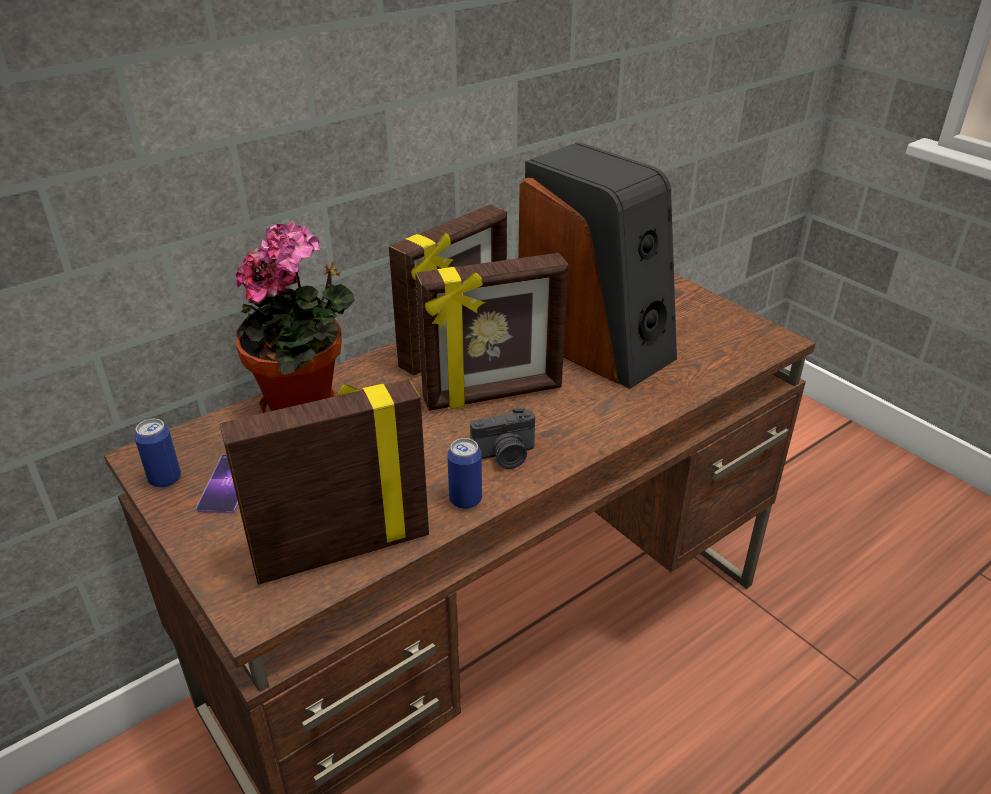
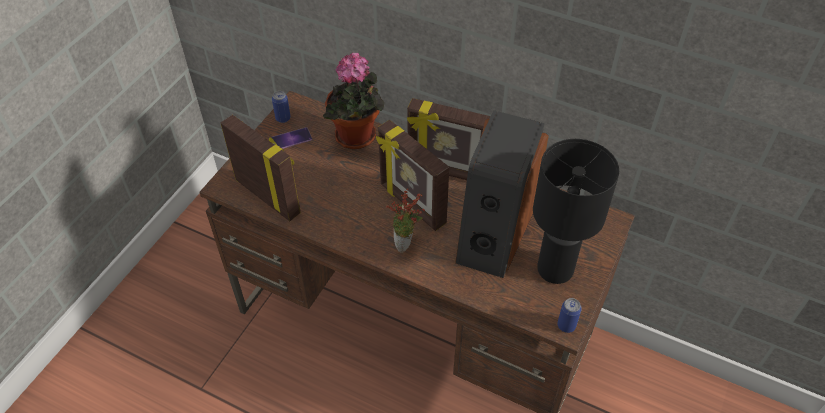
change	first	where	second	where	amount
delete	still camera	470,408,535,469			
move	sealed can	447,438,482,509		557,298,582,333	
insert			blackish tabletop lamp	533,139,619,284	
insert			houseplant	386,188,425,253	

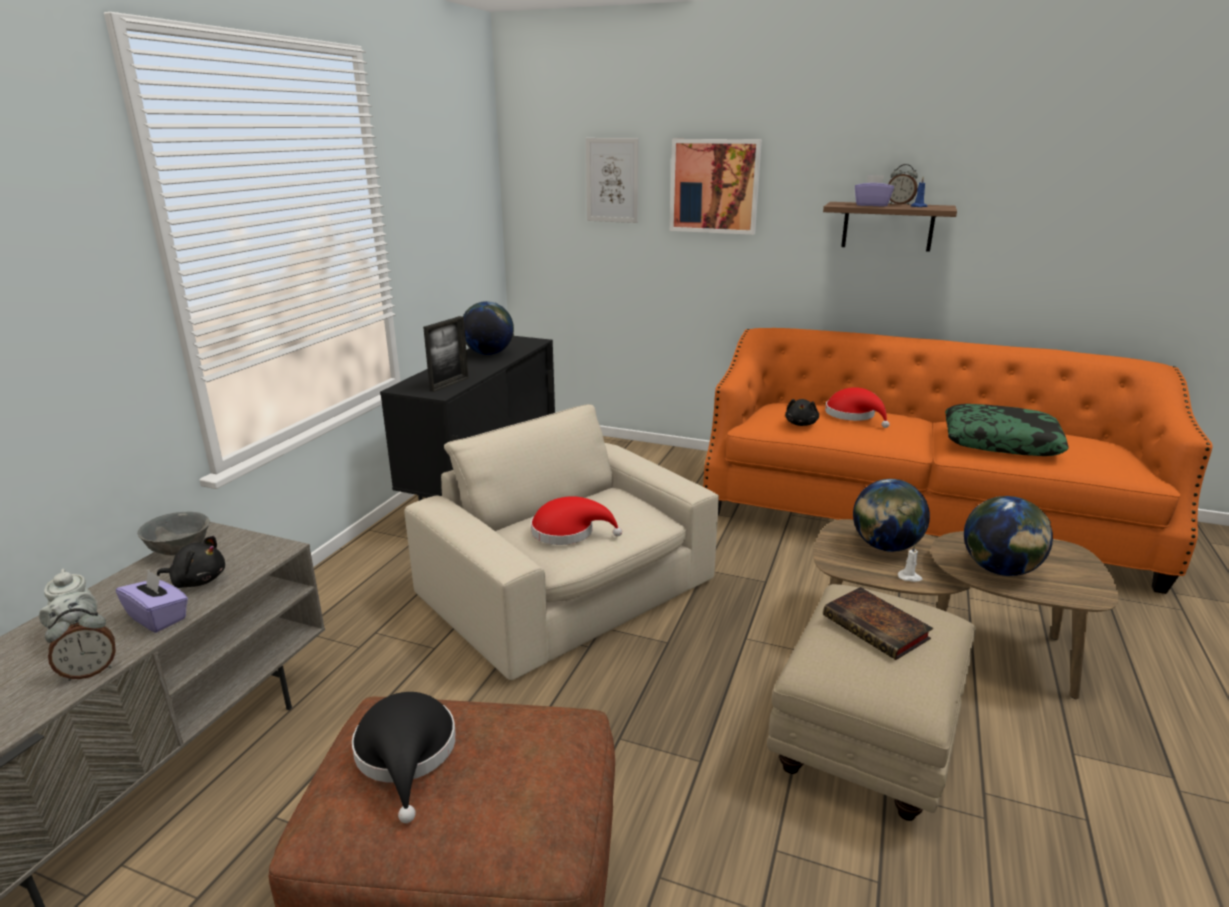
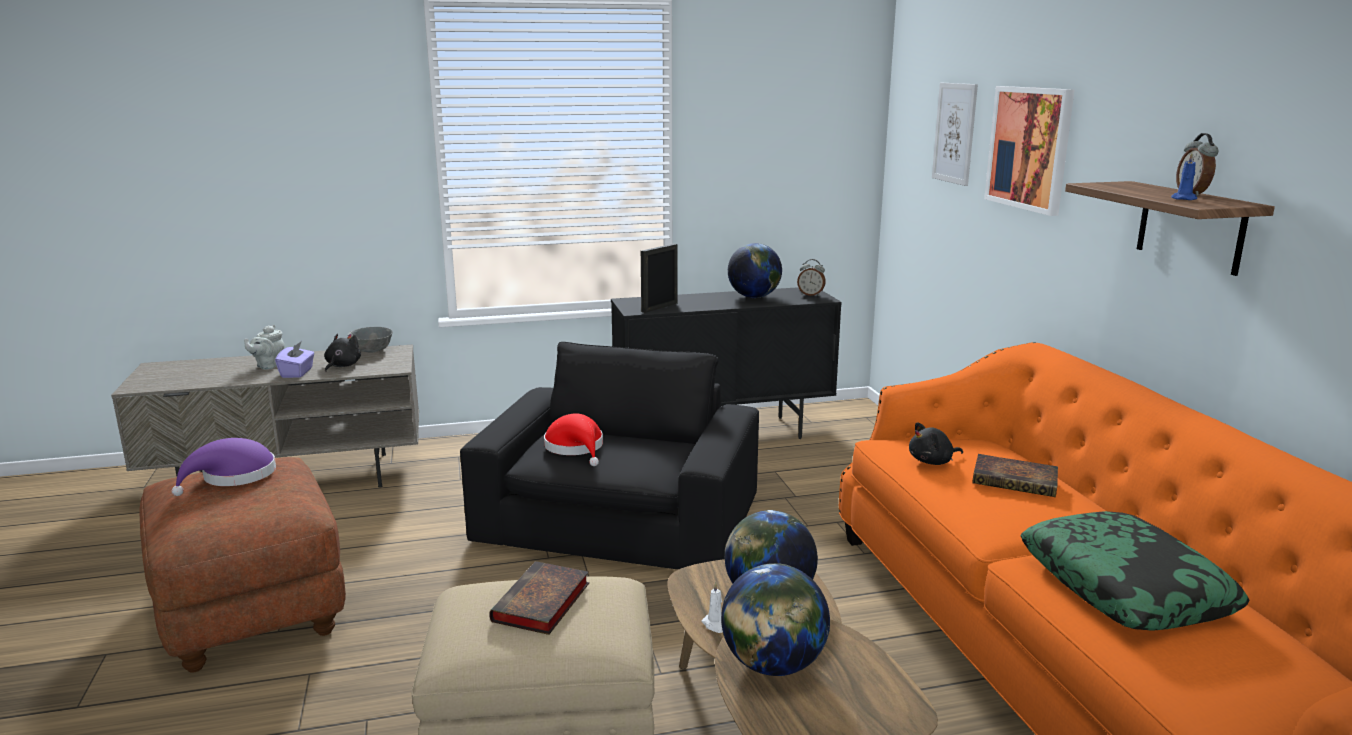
change	first	where	second	where	amount
delete	purple box of tissues	855,175,894,207			
rotate	standing frame	423,316,469,392		641,244,678,313	135 degrees clockwise
replace	reddish hat	825,387,890,428	volume	972,454,1058,497	
recolor	sand-coloured easy chair	404,404,719,680	blackish easy chair	460,342,759,569	
rotate	blackish cuddly toy	157,536,225,588		324,333,361,372	135 degrees counterclockwise
move	alarm clock	45,608,116,681		797,259,826,296	
recolor	blackish hat	352,692,456,823	purple hat	172,438,276,496	

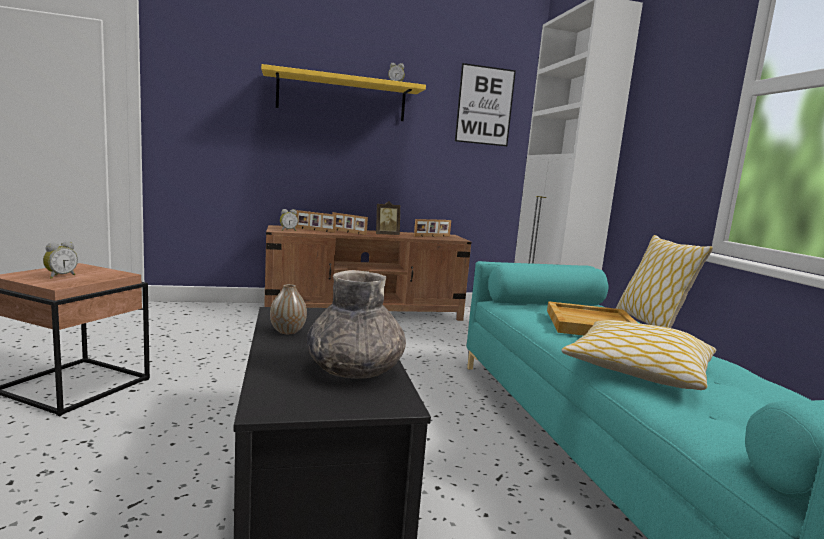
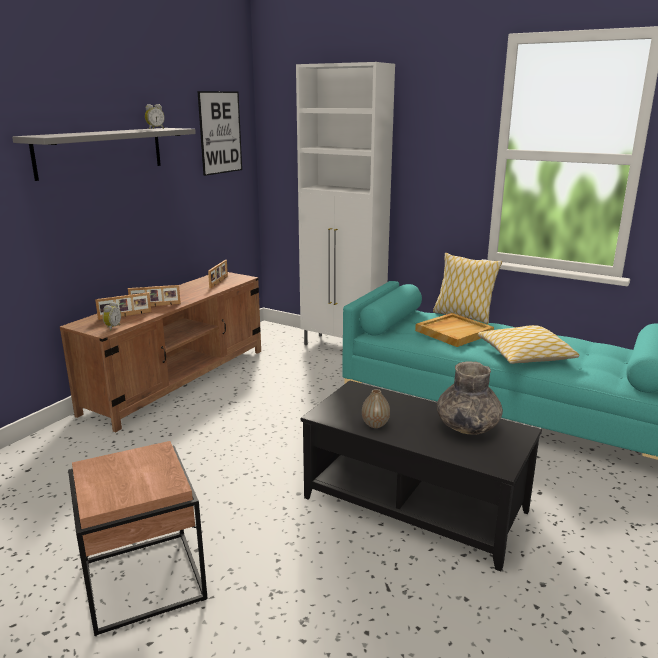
change	first	where	second	where	amount
recolor	yellow shelf	261,64,426,121	grey shelf	12,128,196,181	
delete	standing frame	376,201,401,235			
delete	alarm clock	43,241,78,279			

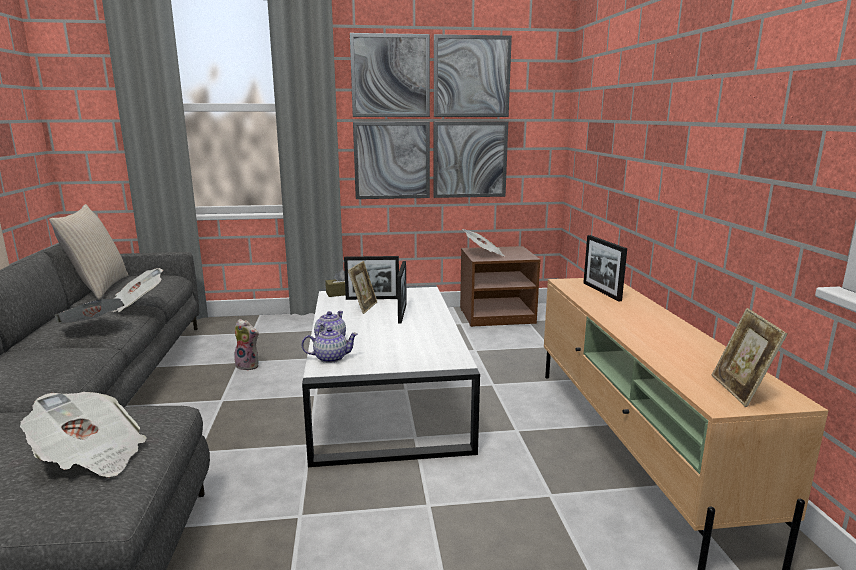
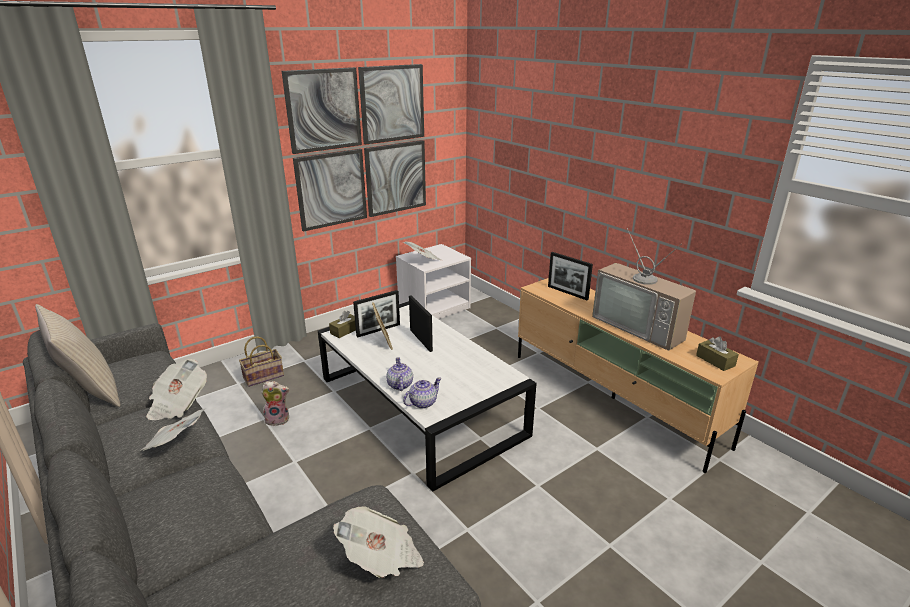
change	first	where	second	where	amount
recolor	brown-coloured night table	460,246,541,327	whitish night table	396,244,471,319	
replace	standing frame	712,308,787,407	brown-coloured box of tissues	696,336,739,371	
insert			TV set	592,228,696,351	
insert			storage basket	239,336,284,387	

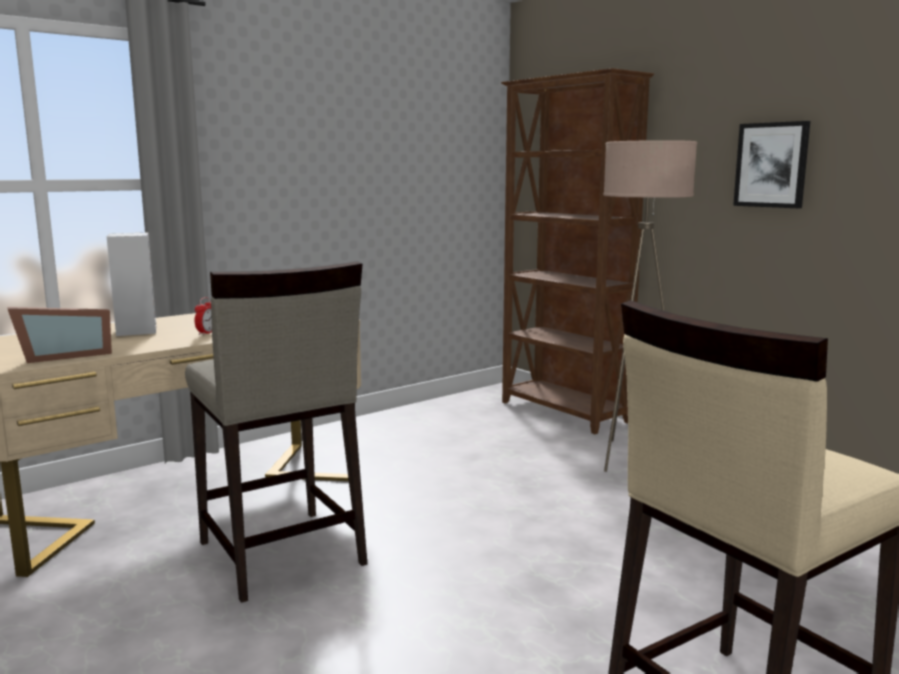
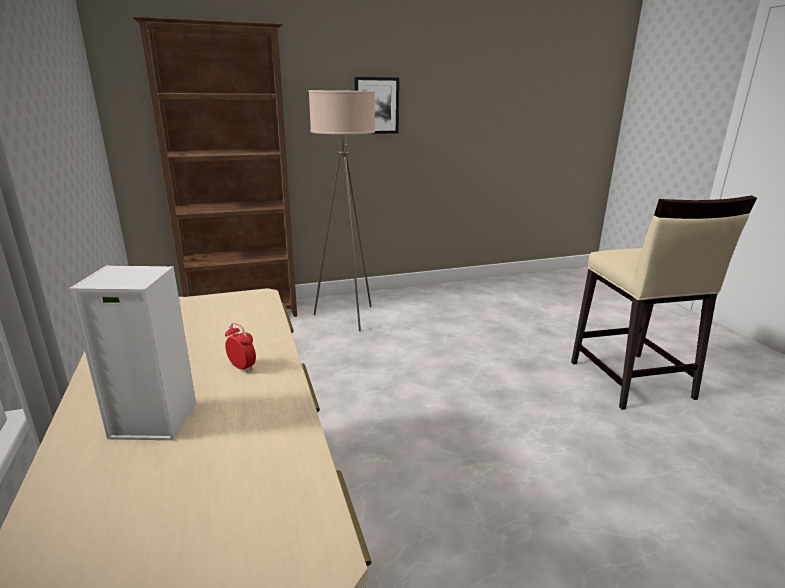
change	first	where	second	where	amount
delete	sand-coloured sitting stool	185,261,367,603			
delete	standing frame	7,307,112,363			

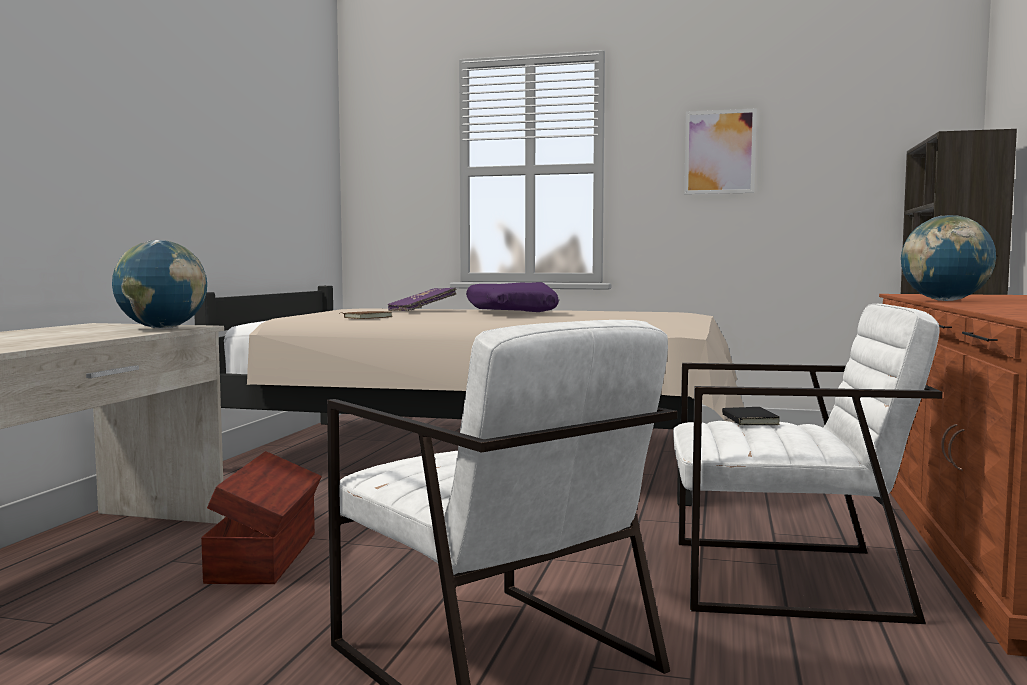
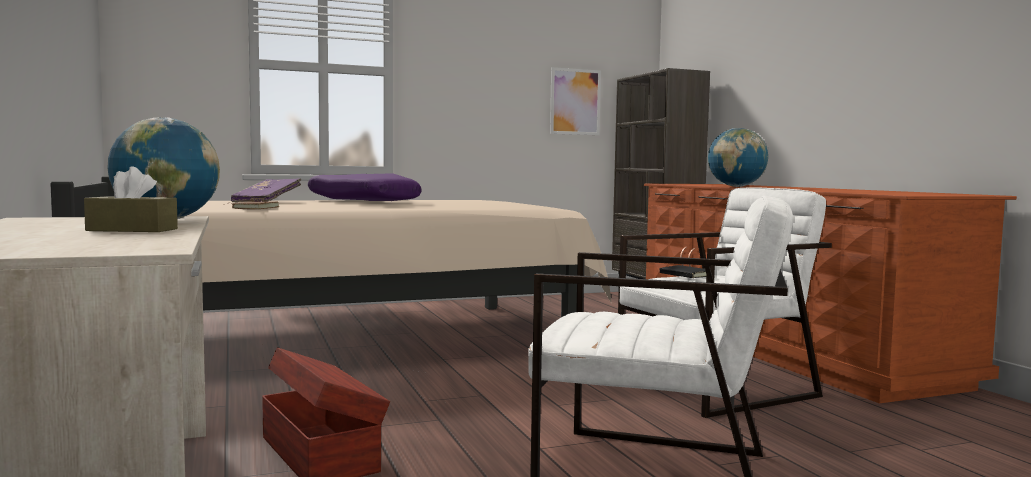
change	first	where	second	where	amount
move	wall art	684,108,757,194		550,67,601,135	
insert			brown-coloured box of tissues	84,166,178,232	

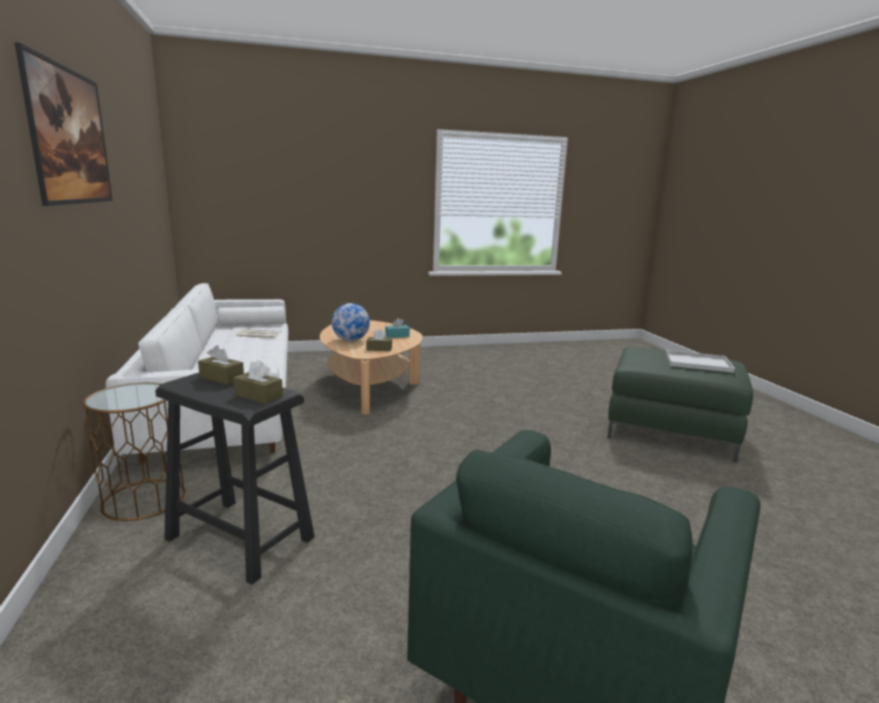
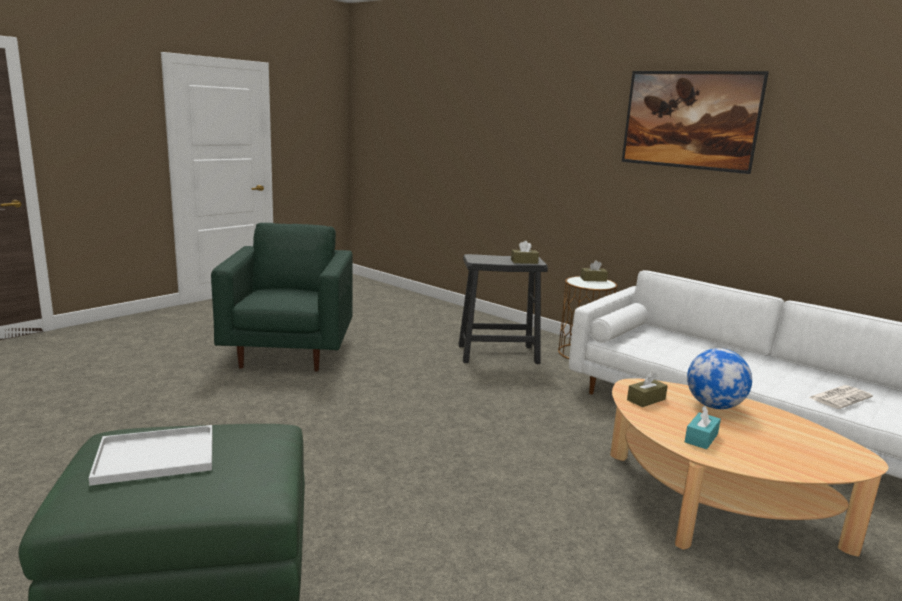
change	first	where	second	where	amount
move	brown-coloured box of tissues	233,360,283,404		580,260,608,282	

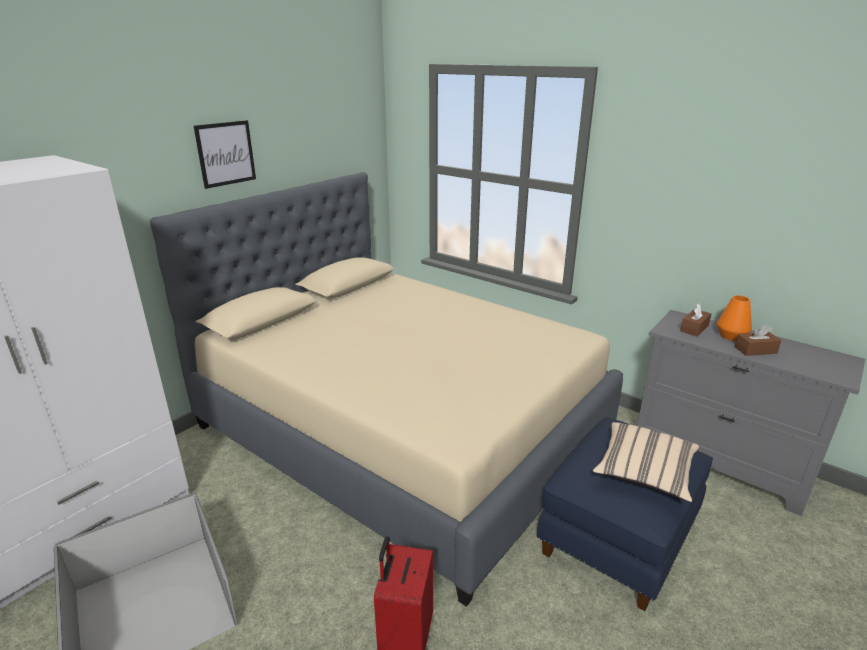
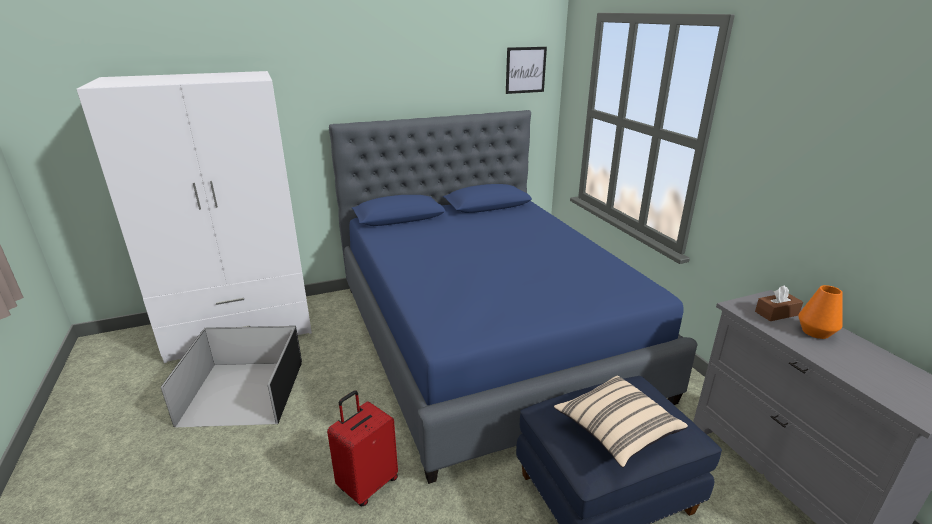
change	first	where	second	where	amount
move	wall art	194,120,256,189		506,47,547,94	
recolor	sand-coloured bedroom bed	150,172,623,607	blue-coloured bedroom bed	329,110,698,484	
delete	brown-coloured box of tissues	735,324,781,356			

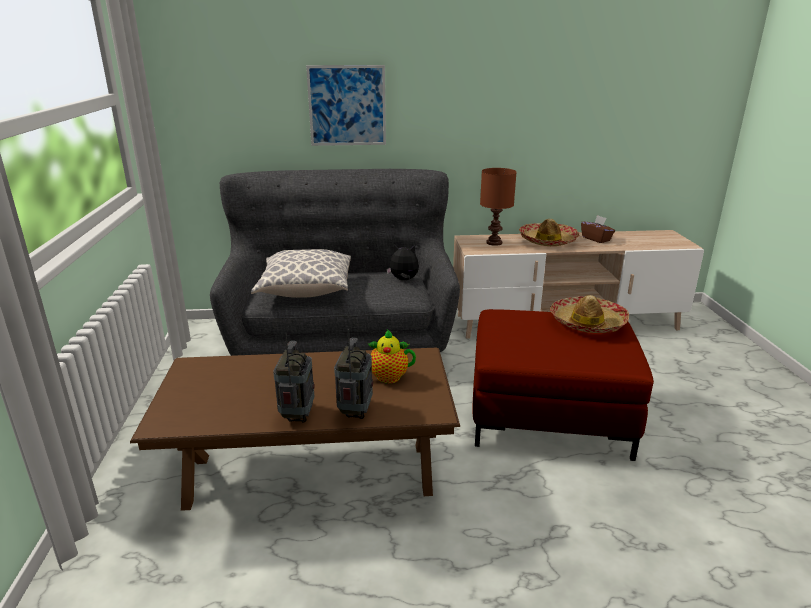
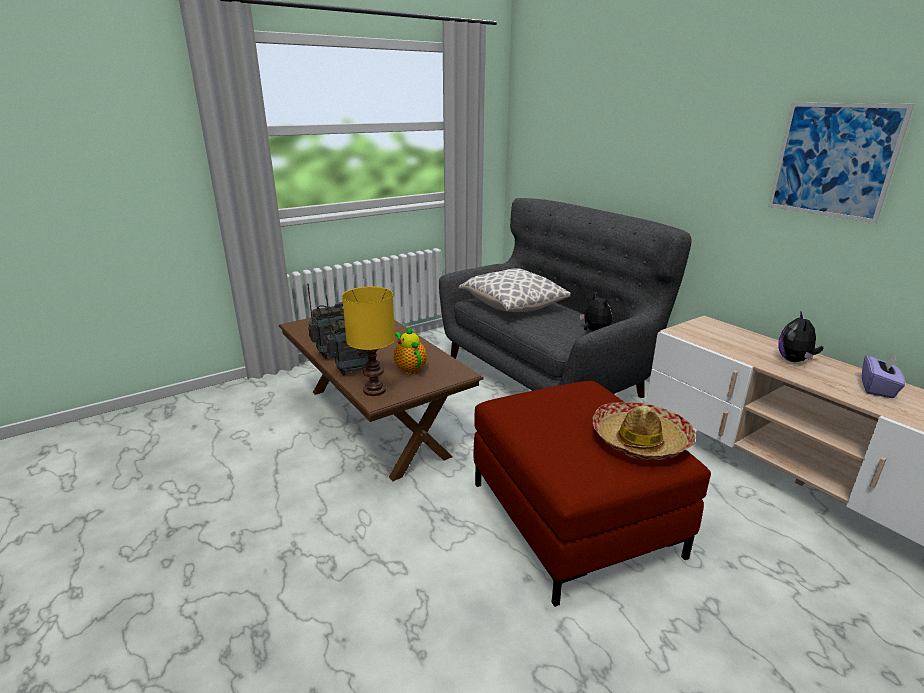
change	first	where	second	where	amount
move	wall art	306,65,386,146		768,103,914,223	
delete	brown-coloured tabletop lamp	480,168,517,246			
recolor	brown-coloured box of tissues	581,215,615,243	purple box of tissues	862,354,905,398	
replace	hat	519,219,579,246	cuddly toy	778,312,823,362	
insert			yellow tabletop lamp	342,287,395,396	

